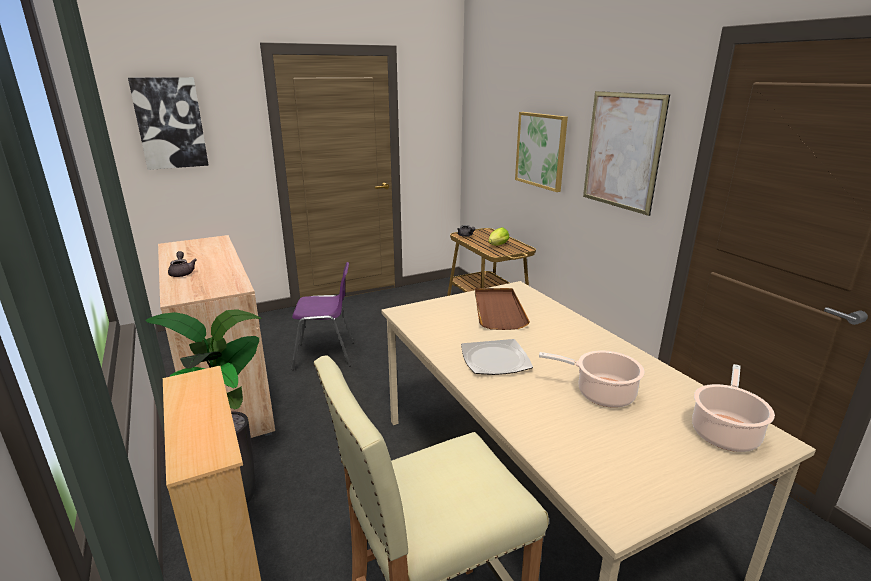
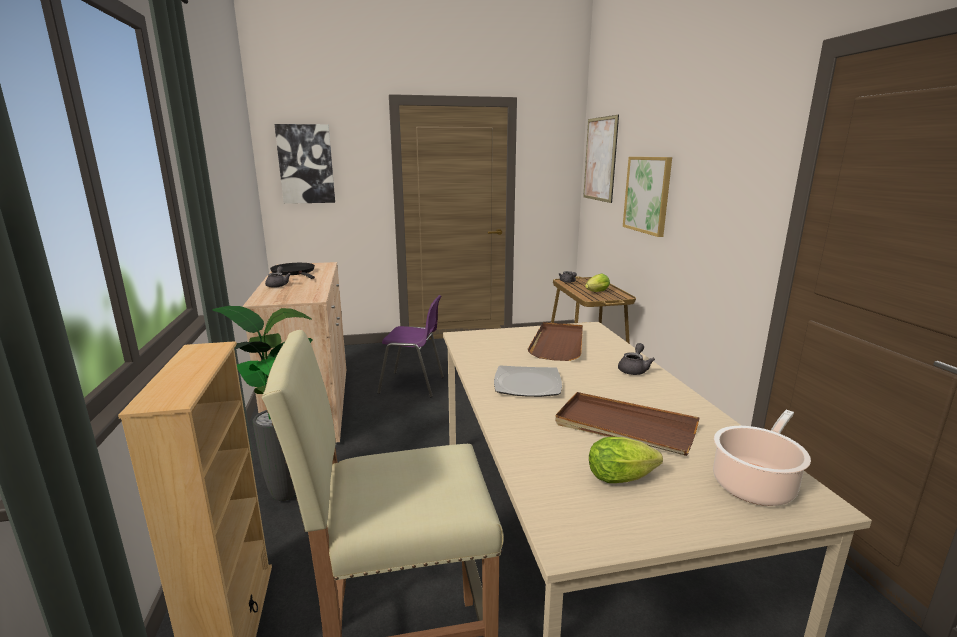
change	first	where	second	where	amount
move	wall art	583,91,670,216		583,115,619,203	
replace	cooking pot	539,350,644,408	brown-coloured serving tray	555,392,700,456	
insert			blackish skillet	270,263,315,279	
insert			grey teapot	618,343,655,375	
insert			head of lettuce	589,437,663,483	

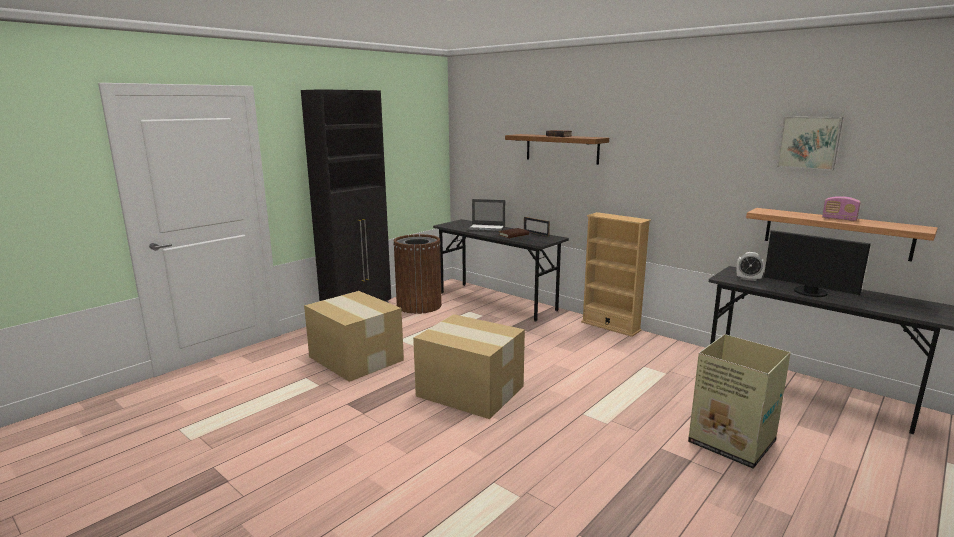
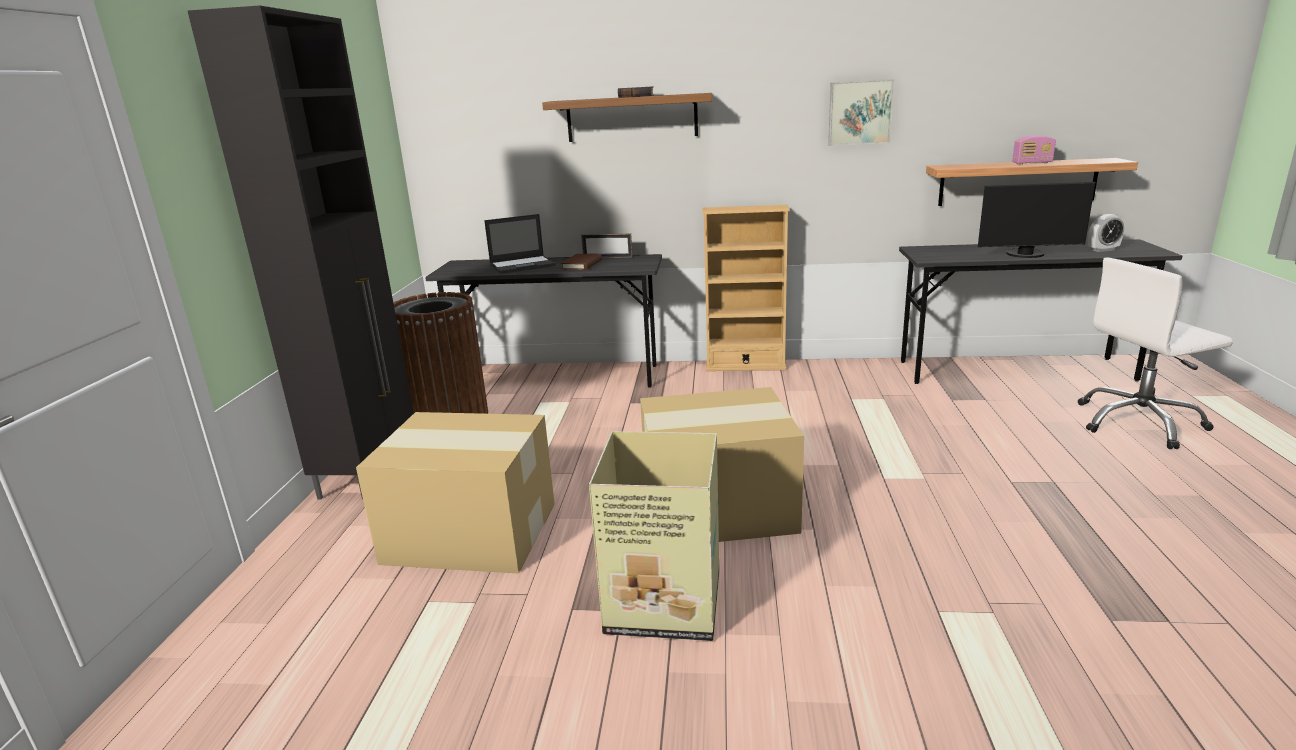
change	first	where	second	where	amount
move	wall art	777,117,843,170		828,79,894,146	
move	alarm clock	736,252,765,281		1088,214,1125,252	
move	cardboard box	688,334,791,469		589,431,719,641	
insert			whitish desk chair	1078,258,1233,449	

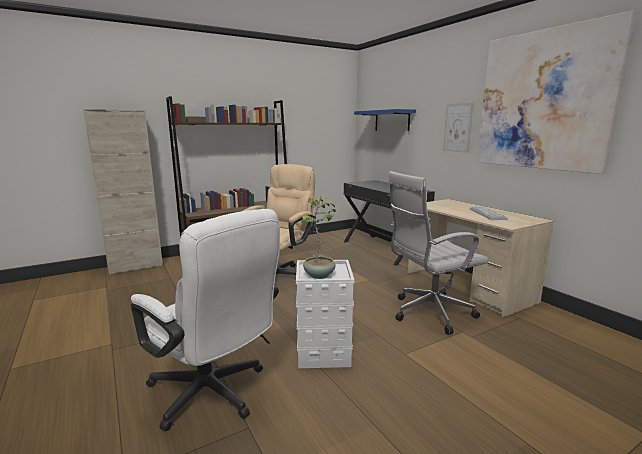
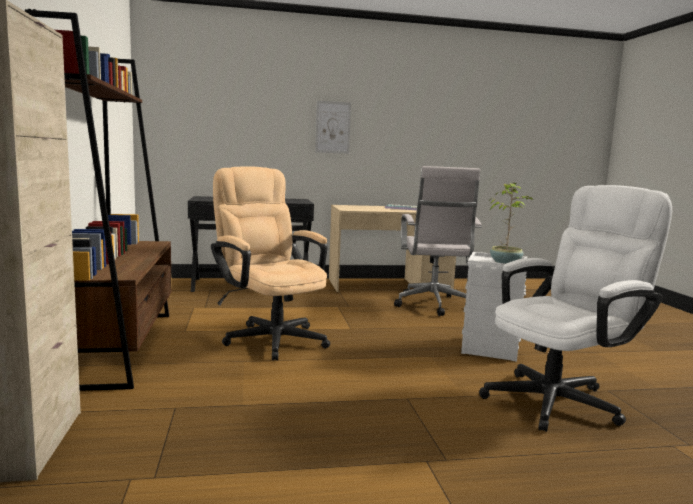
change	first	where	second	where	amount
delete	wall art	477,11,637,174			
delete	blue-coloured shelf	354,109,416,131			

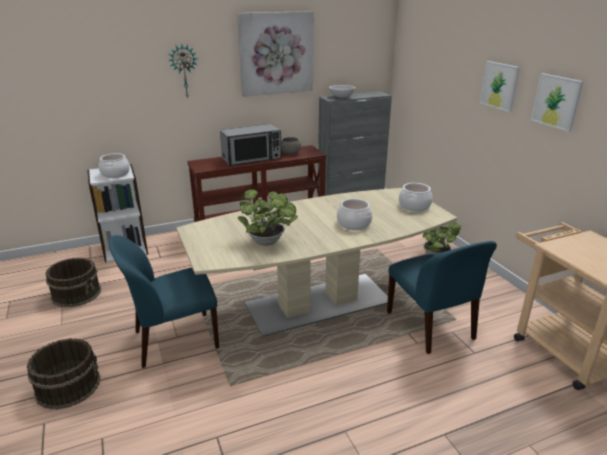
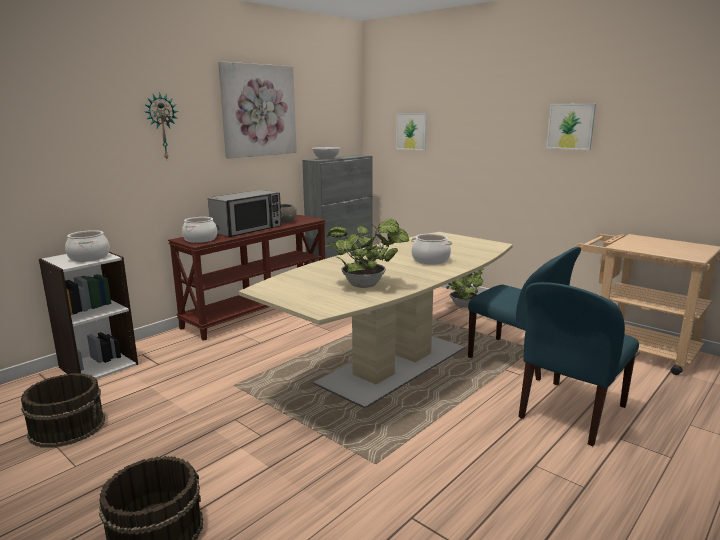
change	first	where	second	where	amount
move	wall art	480,61,520,112		396,113,427,151	
move	cooking pot	399,183,432,212		182,217,217,243	
move	blue-coloured upright chair	109,235,219,368		518,282,639,446	

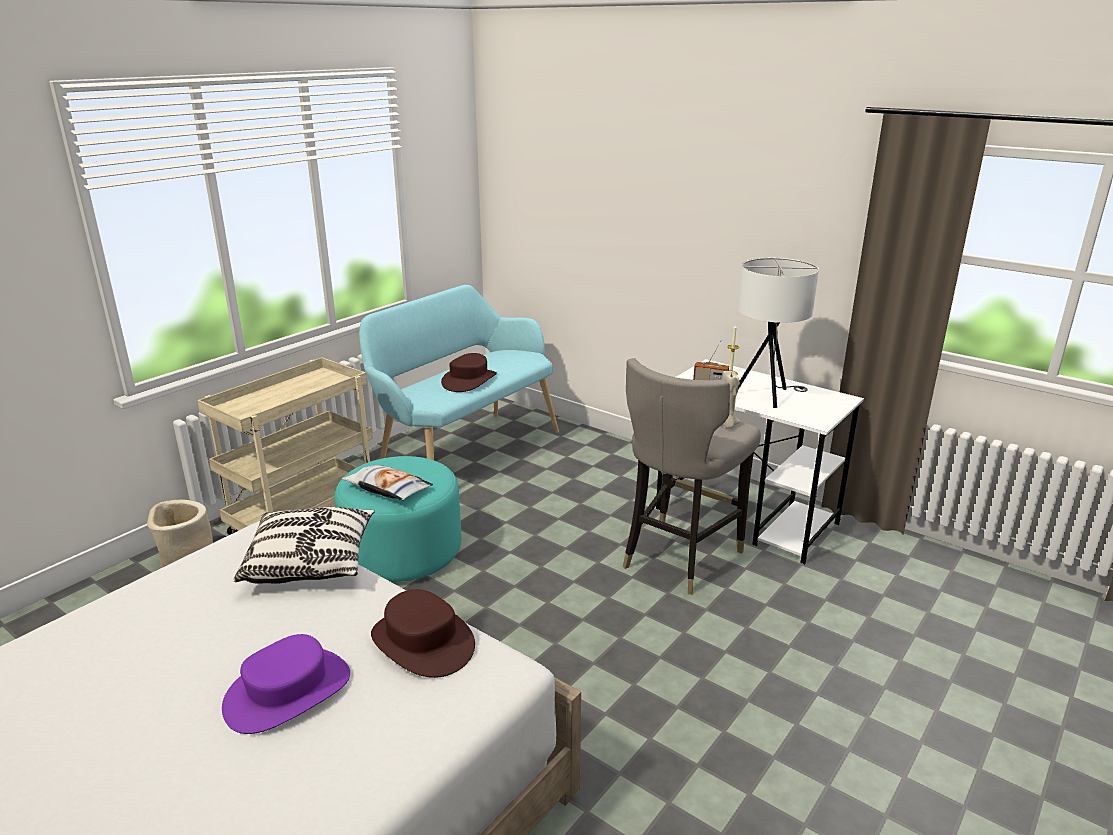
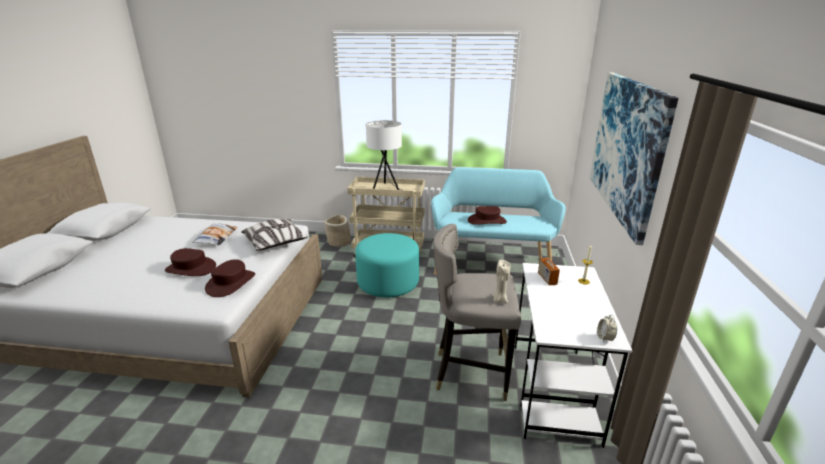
change	first	where	second	where	amount
move	whitish tabletop lamp	738,258,819,408		366,120,402,190	
move	pillow	342,465,433,500		193,223,237,246	
recolor	purple hat	222,634,350,734	brown-coloured hat	165,248,216,276	
insert			wall art	590,72,679,245	
insert			alarm clock	597,314,617,343	

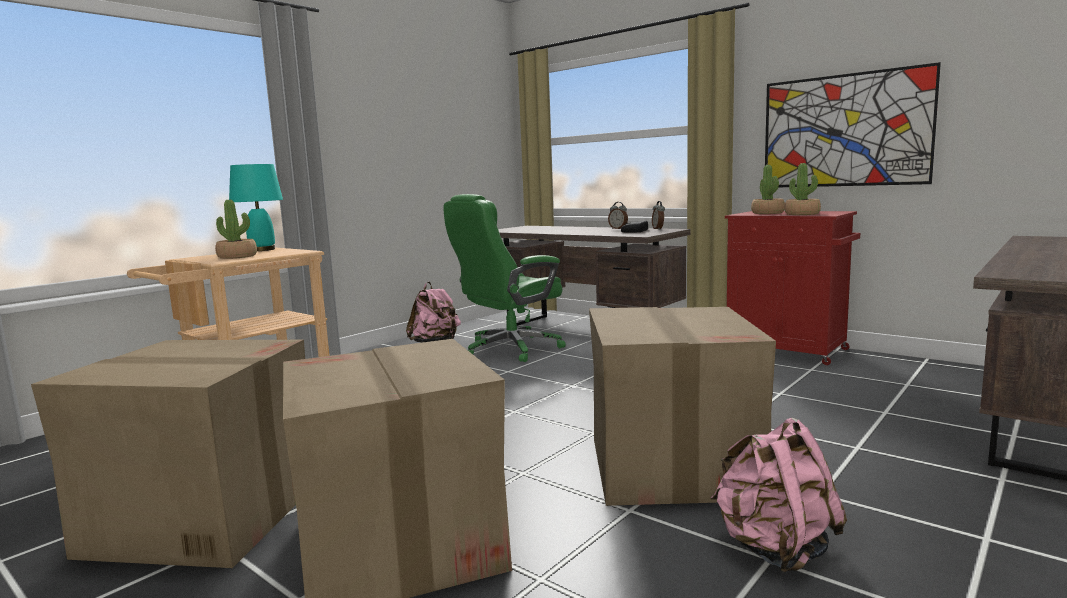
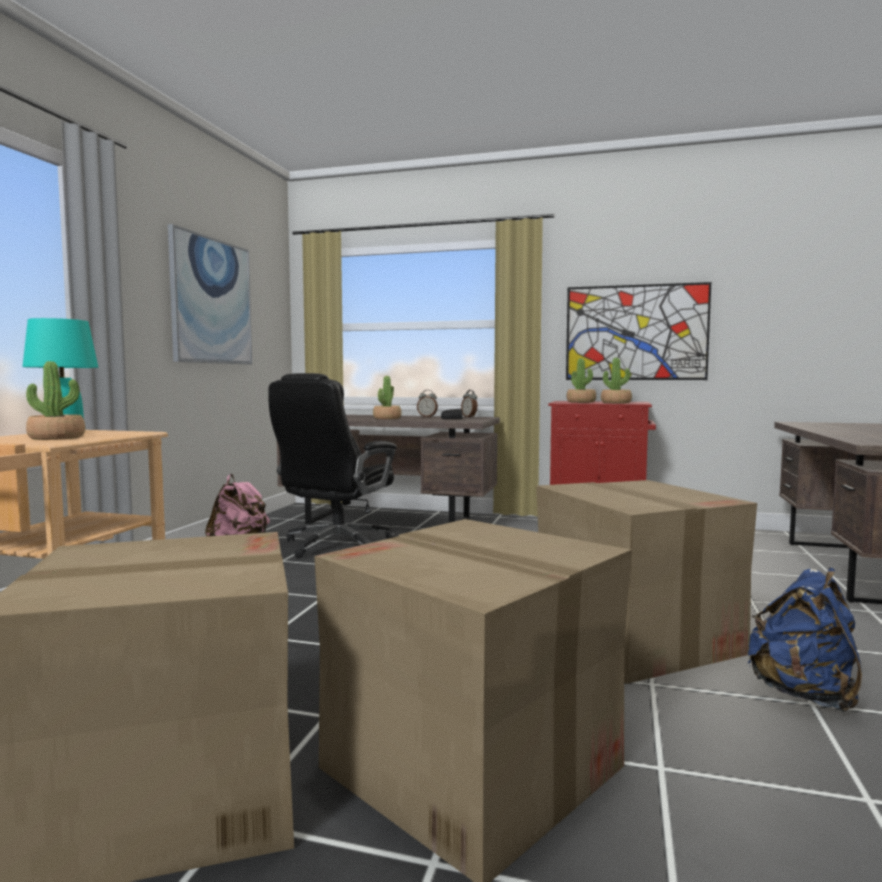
change	first	where	second	where	amount
recolor	greenish desk chair	443,194,566,362	blackish desk chair	268,373,397,558	
recolor	pink-coloured backpack	710,418,847,573	blue-coloured backpack	748,568,862,712	
insert			wall art	168,224,252,364	
insert			houseplant	373,376,401,419	

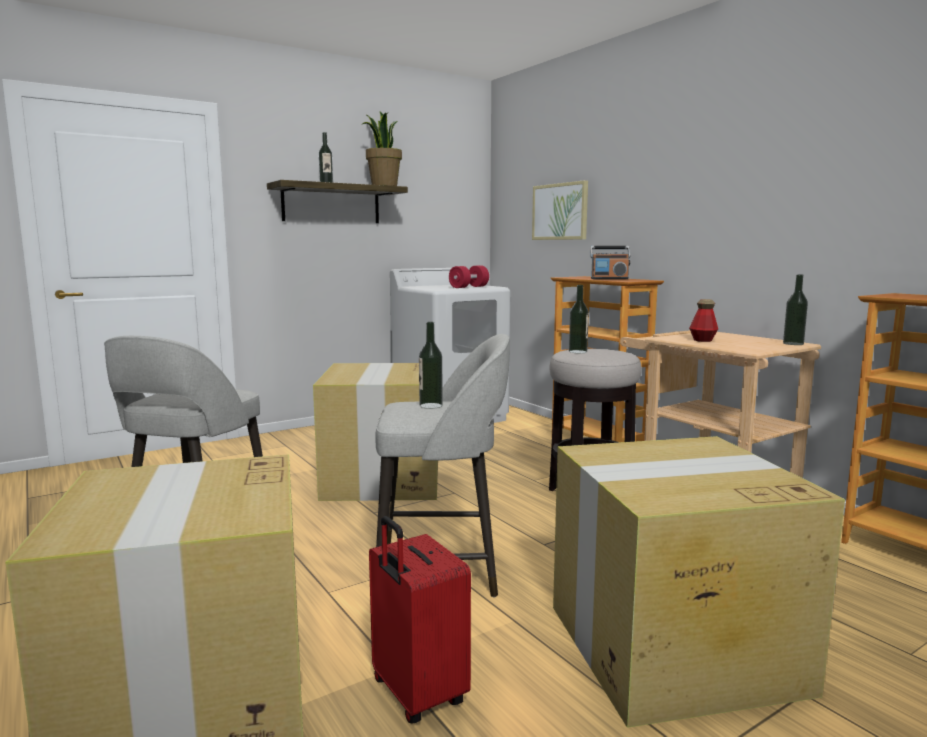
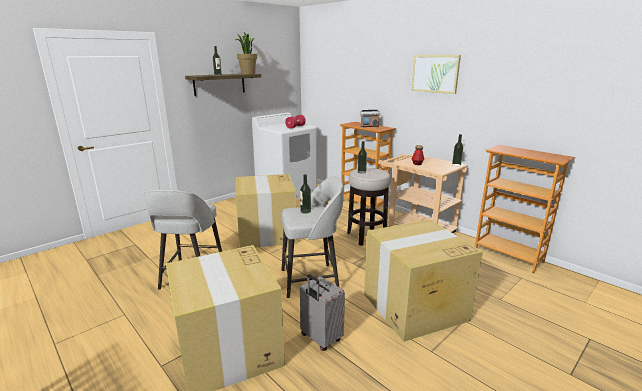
change	first	where	second	where	amount
move	wall art	532,180,588,240		411,55,461,94	
recolor	reddish piece of luggage	369,516,471,724	grey piece of luggage	300,274,345,351	

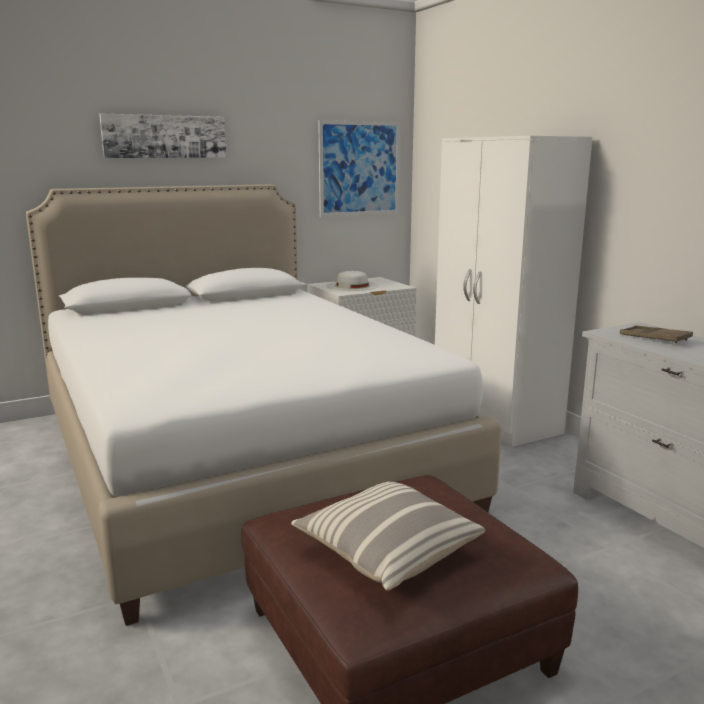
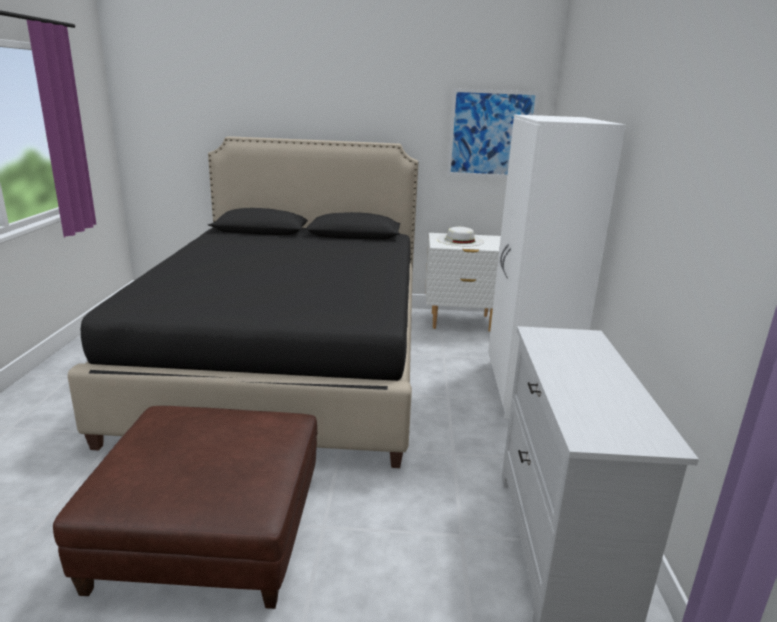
change	first	where	second	where	amount
delete	wall art	99,114,226,158			
recolor	whitish bedroom bed	26,184,502,626	blackish bedroom bed	67,136,419,468	
delete	brown-coloured serving tray	620,325,693,343			
delete	pillow	291,481,485,591			

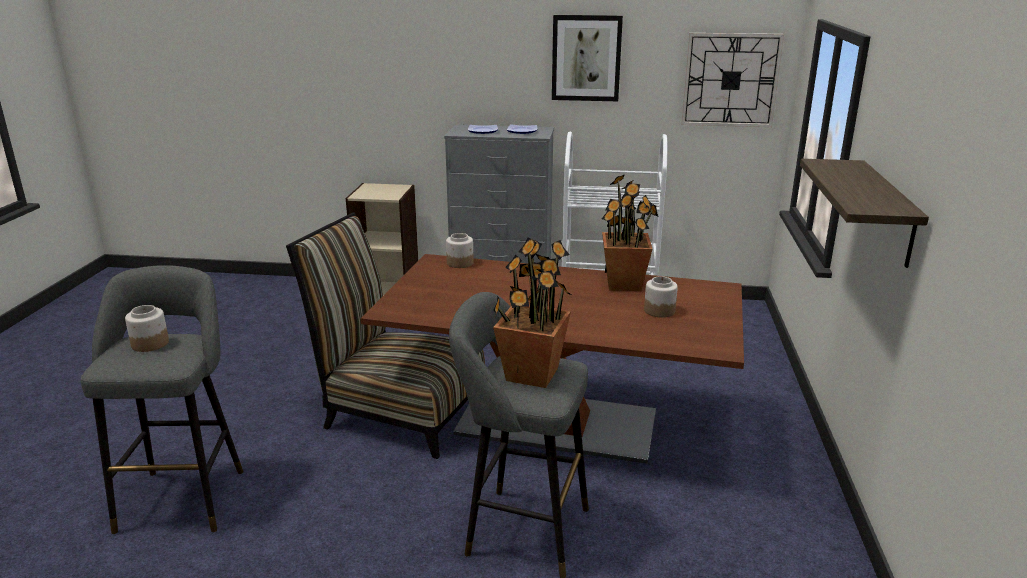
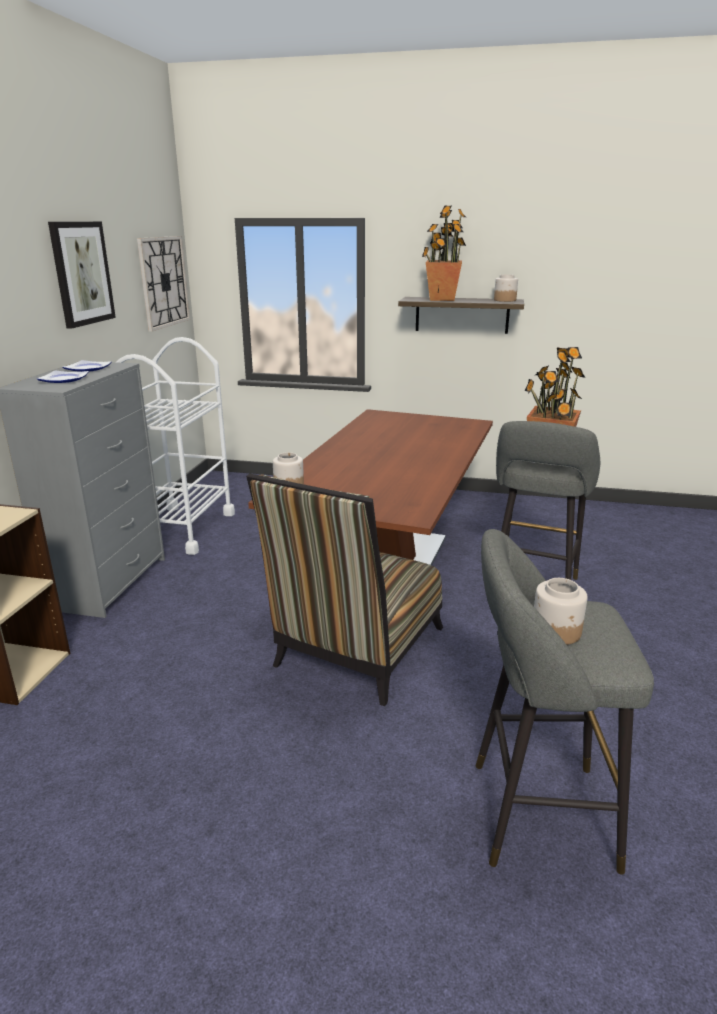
change	first	where	second	where	amount
move	houseplant	601,174,658,291		422,206,466,301	
move	jar	644,276,678,318		494,275,518,302	

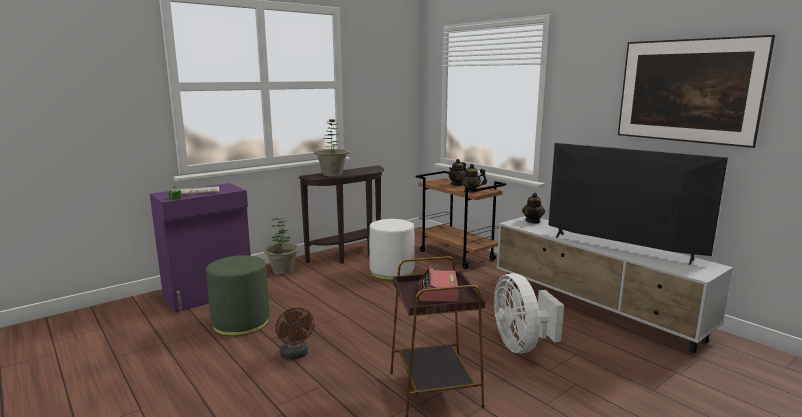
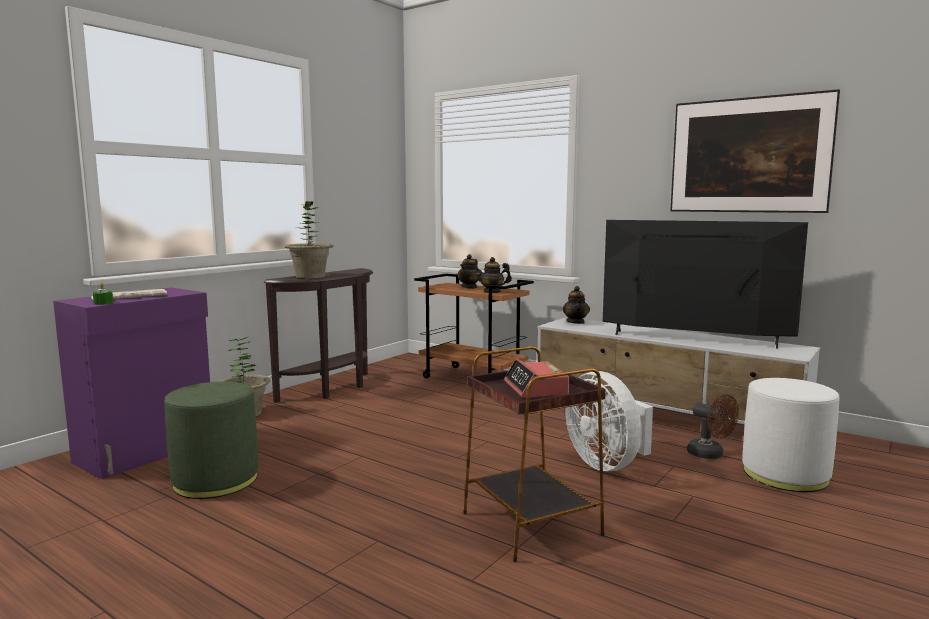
change	first	where	second	where	amount
move	whitish pouffe	369,219,415,280		742,378,840,492	
move	brown-coloured electric fan	275,307,314,360		687,394,739,459	

